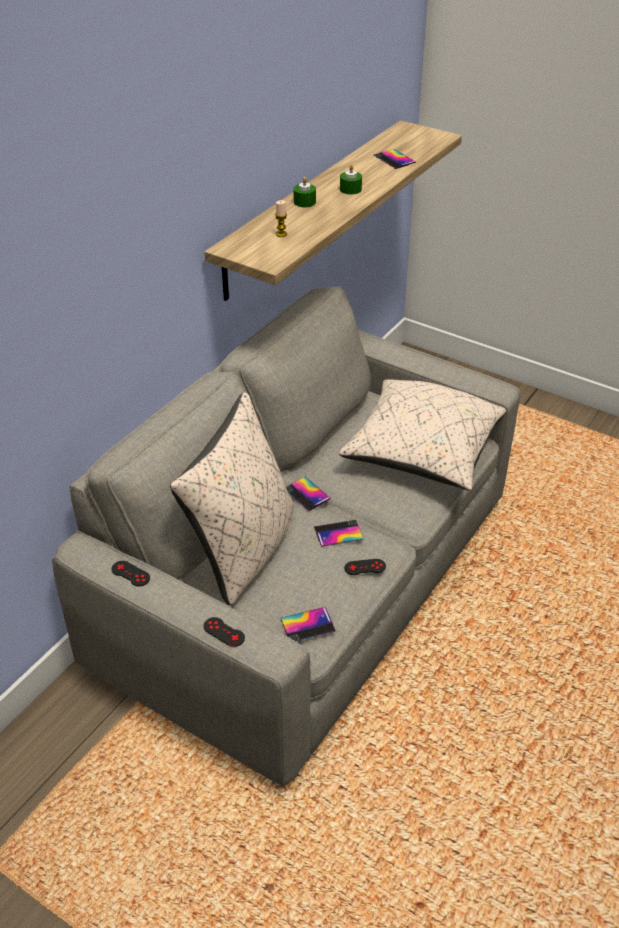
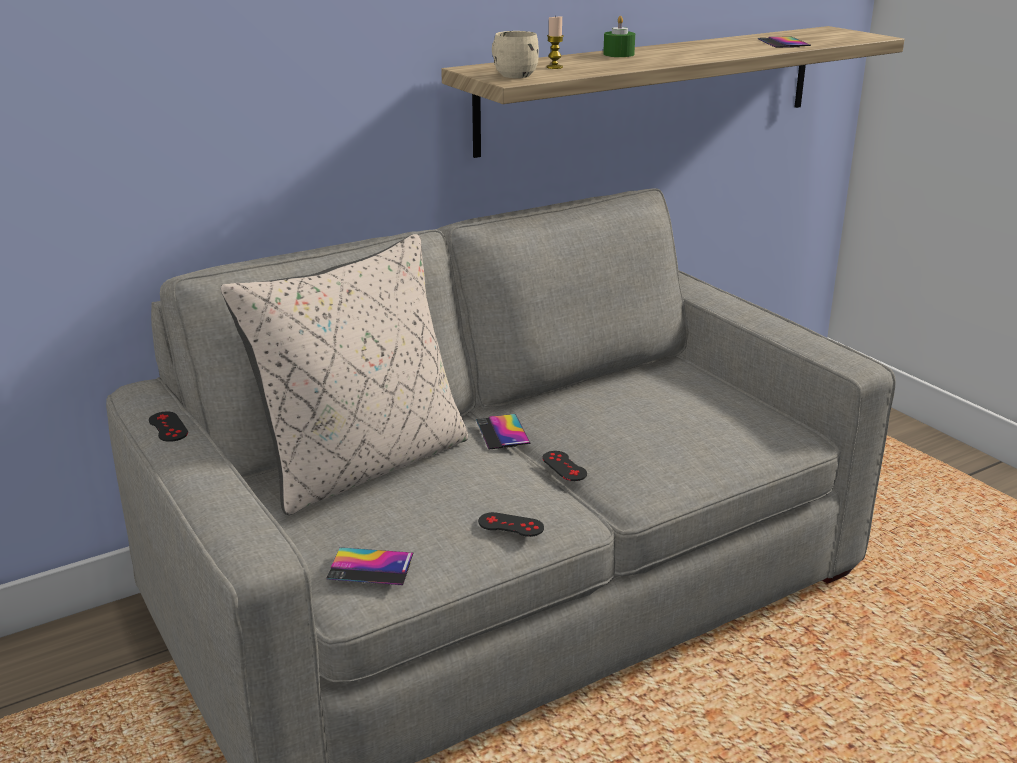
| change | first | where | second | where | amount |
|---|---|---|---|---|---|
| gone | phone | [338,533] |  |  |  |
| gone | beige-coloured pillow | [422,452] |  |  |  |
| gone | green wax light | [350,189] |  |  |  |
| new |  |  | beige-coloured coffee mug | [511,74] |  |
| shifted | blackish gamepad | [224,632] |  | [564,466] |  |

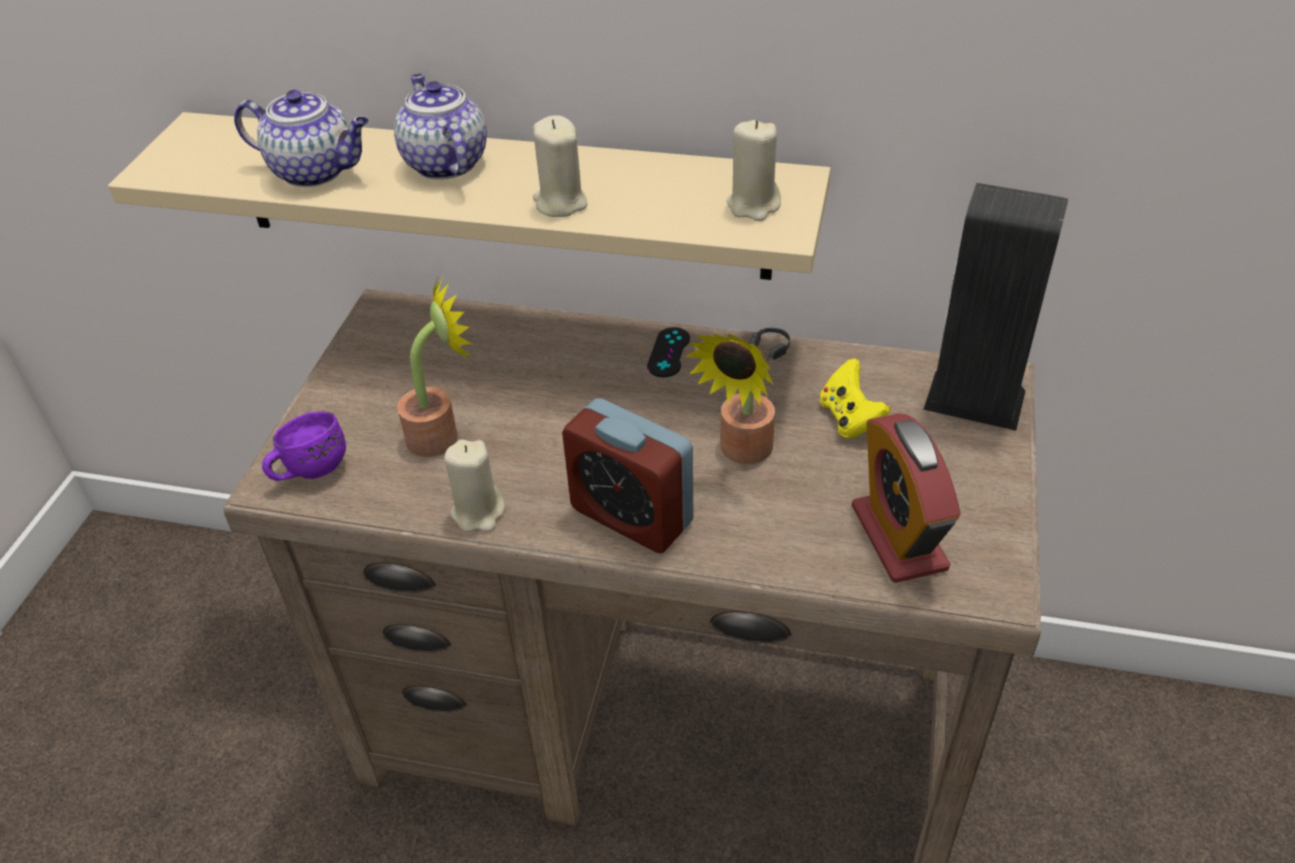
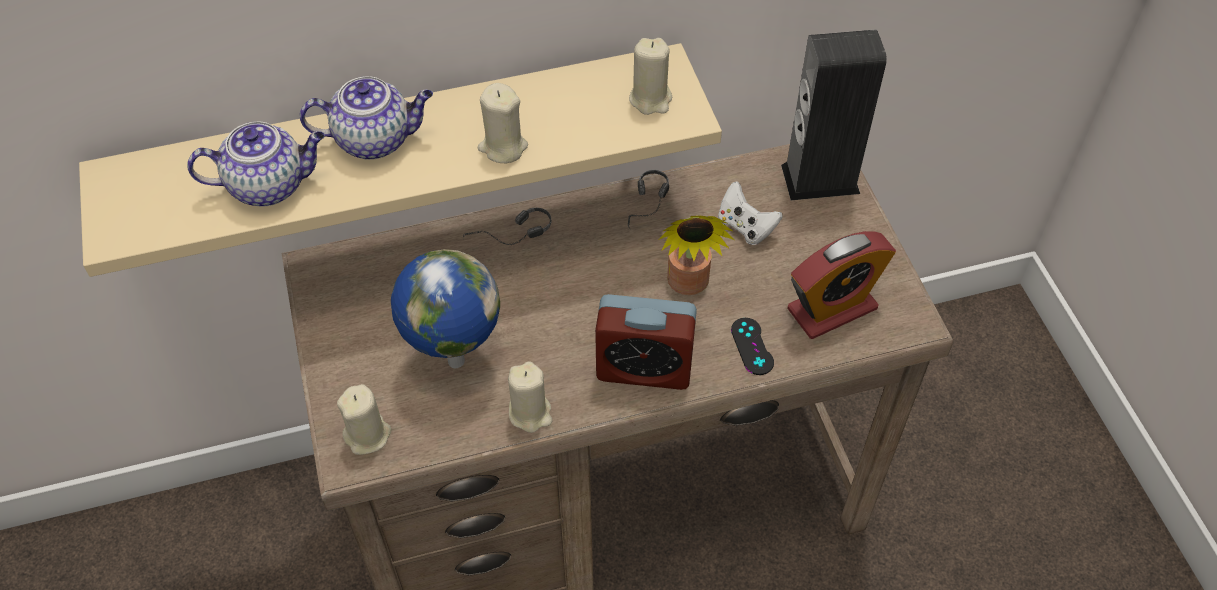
| change | first | where | second | where | amount |
|---|---|---|---|---|---|
| new |  |  | pair of headphones | [510,238] |  |
| shifted | blackish gamepad | [668,352] |  | [752,346] |  |
| swapped | purple-coloured coffee mug | [308,469] | beige-coloured wax light | [368,435] |  |
| swapped | plant in a pot | [442,434] | world globe | [454,361] |  |
| repainted | yellow-coloured gamepad | [849,418] | white-coloured gamepad | [745,227] |  |
| rotated | pot for tea | [444,163] |  | [376,139] | 135 degrees clockwise |
| rotated | table clock | [898,537] |  | [832,309] | 75 degrees counterclockwise |

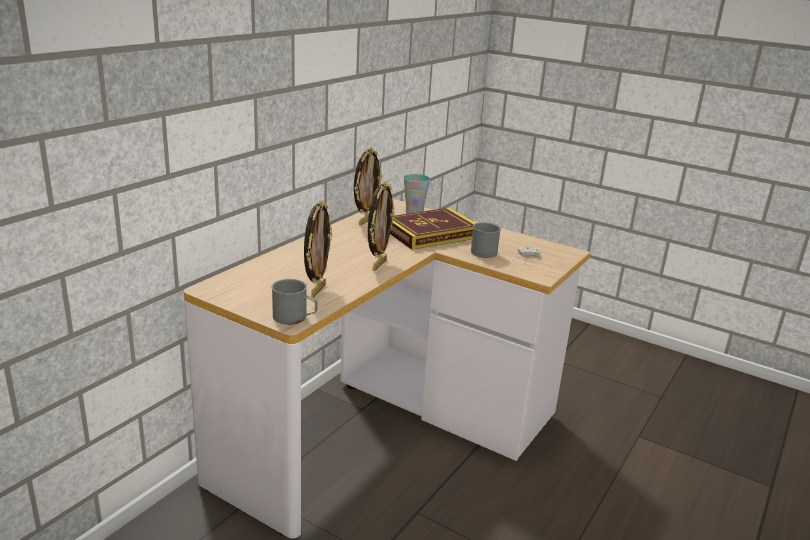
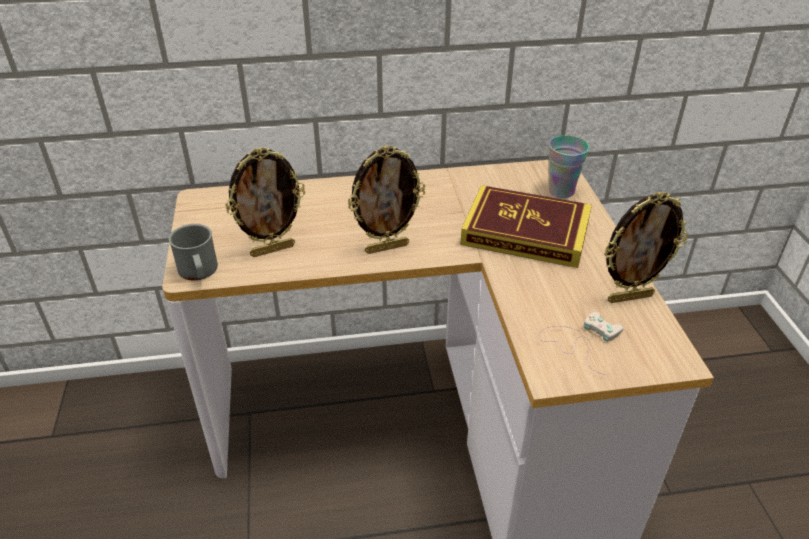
| change | first | where | second | where | amount |
|---|---|---|---|---|---|
| gone | gray coffee mug | [482,250] |  |  |  |
| shifted | photo frame | [365,221] |  | [629,297] |  |

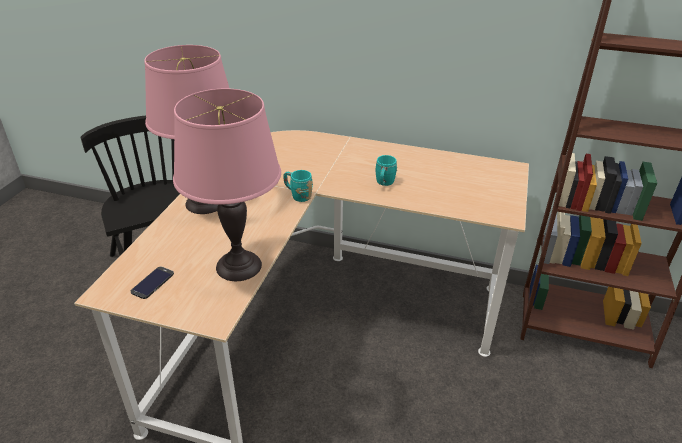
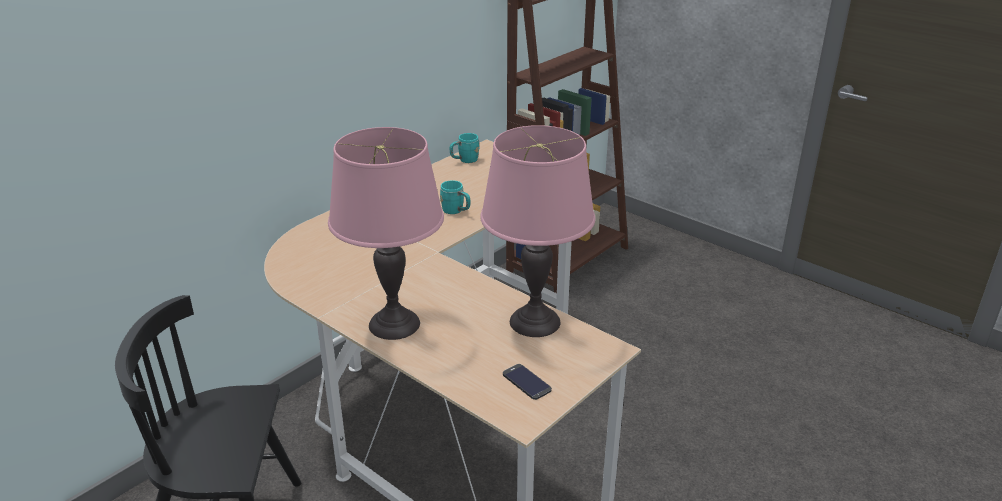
| change | first | where | second | where | amount |
|---|---|---|---|---|---|
| shifted | turquoise-coloured coffee mug | [298,195] |  | [464,160] |  |

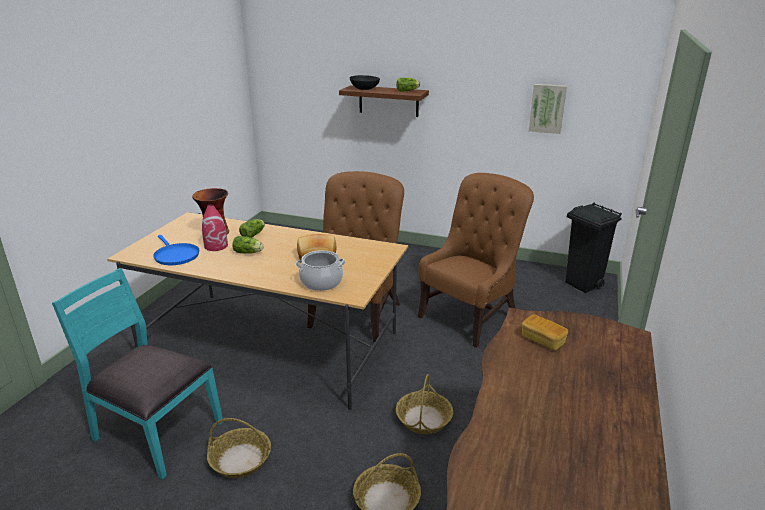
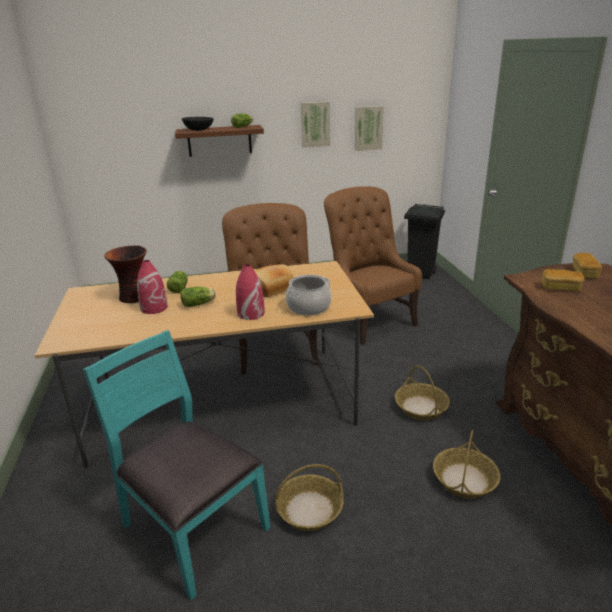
| change | first | where | second | where | amount |
|---|---|---|---|---|---|
| gone | bluish skillet | [175,256] |  |  |  |
| new |  |  | red vase | [250,313] |  |
| new |  |  | picture | [315,124] |  |
| new |  |  | bakery bread | [584,273] |  |
| rotated | turquoise-coloured plain chair | [156,432] |  | [192,527] | 45 degrees clockwise |
| rotated | brownish plain chair | [470,316] |  | [368,320] | 45 degrees counterclockwise |

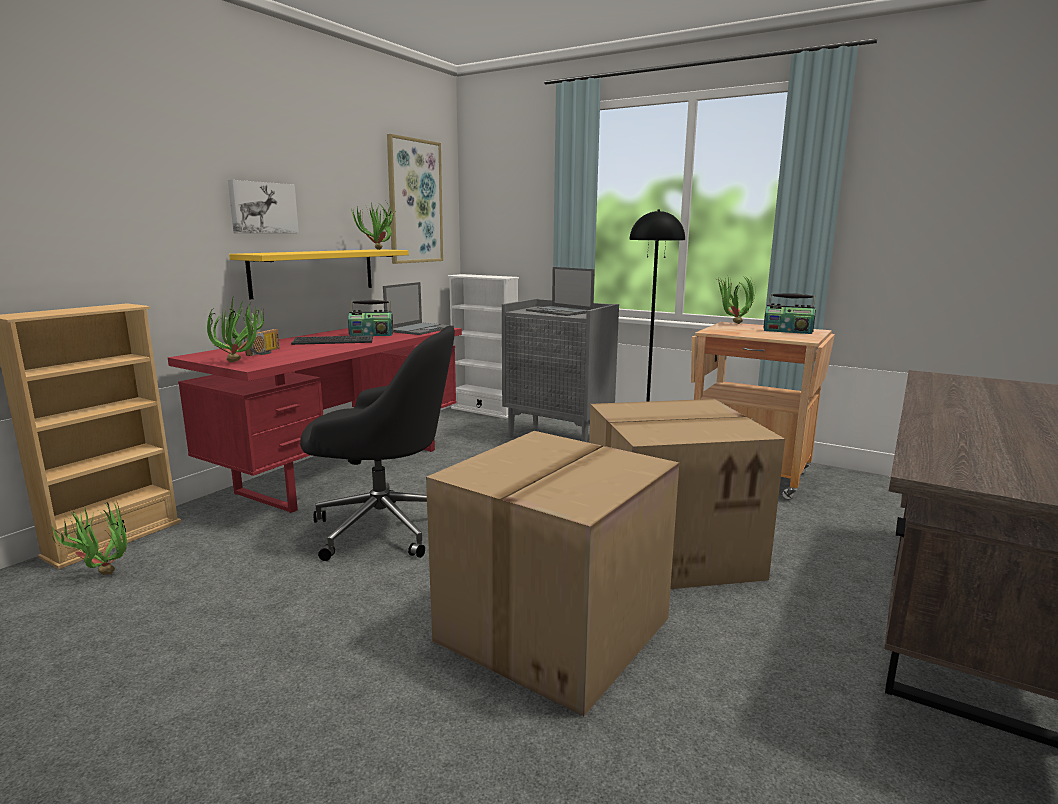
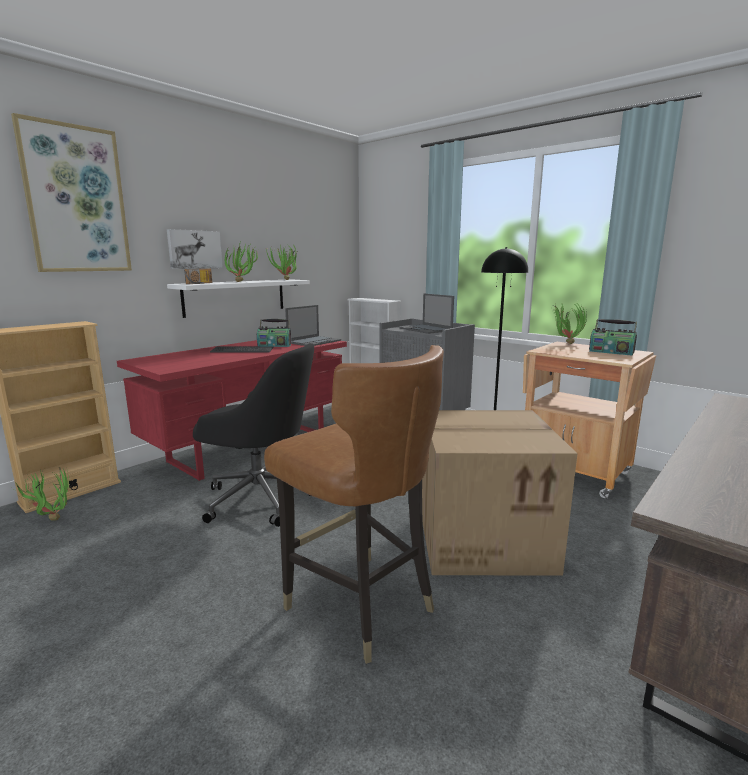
| change | first | where | second | where | amount |
|---|---|---|---|---|---|
| shifted | plant in a pot | [241,362] |  | [243,282] |  |
| shifted | radio | [266,352] |  | [200,283] |  |
| shifted | picture | [414,202] |  | [76,200] |  |
| swapped | carton | [554,631] | brownish plain chair | [359,605] |  |
| repainted | yellow-coloured bracket shelf | [314,272] | white-coloured bracket shelf | [235,297] |  |

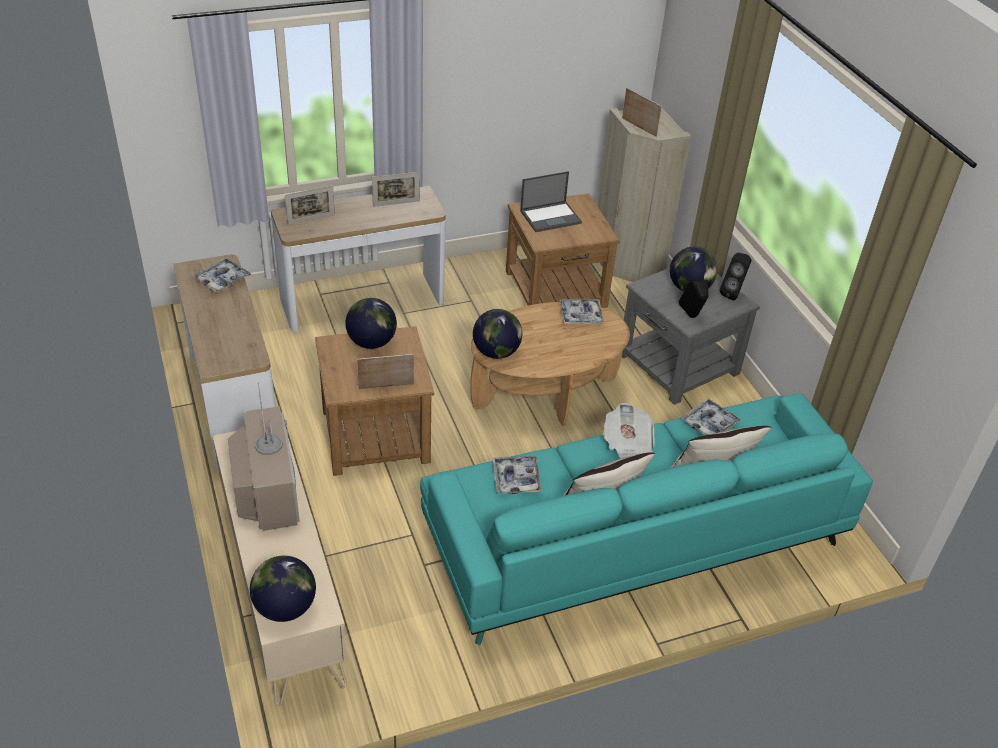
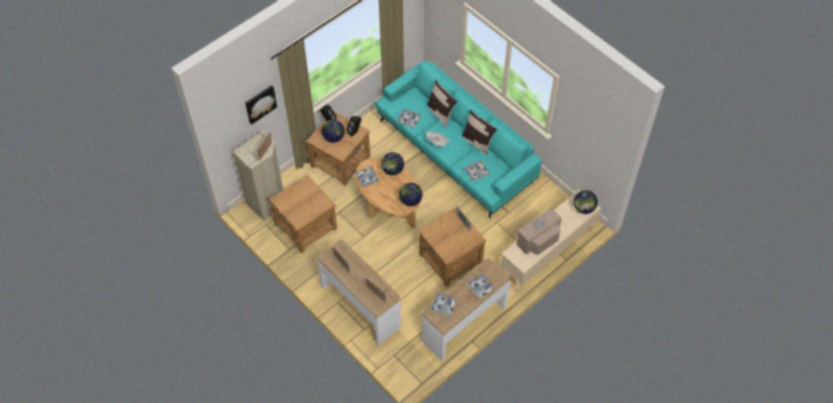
| change | first | where | second | where | amount |
|---|---|---|---|---|---|
| gone | notebook computer | [551,217] |  |  |  |
| new |  |  | picture | [260,104] |  |
| new |  |  | carrying tray | [480,287] |  |
| shifted | world globe | [371,342] |  | [392,170] |  |
| repainted | gray accent table | [678,364] | brownish accent table | [340,161] |  |

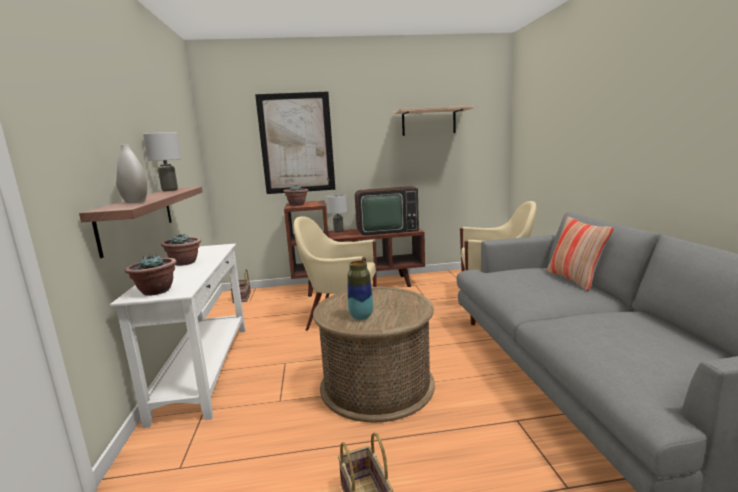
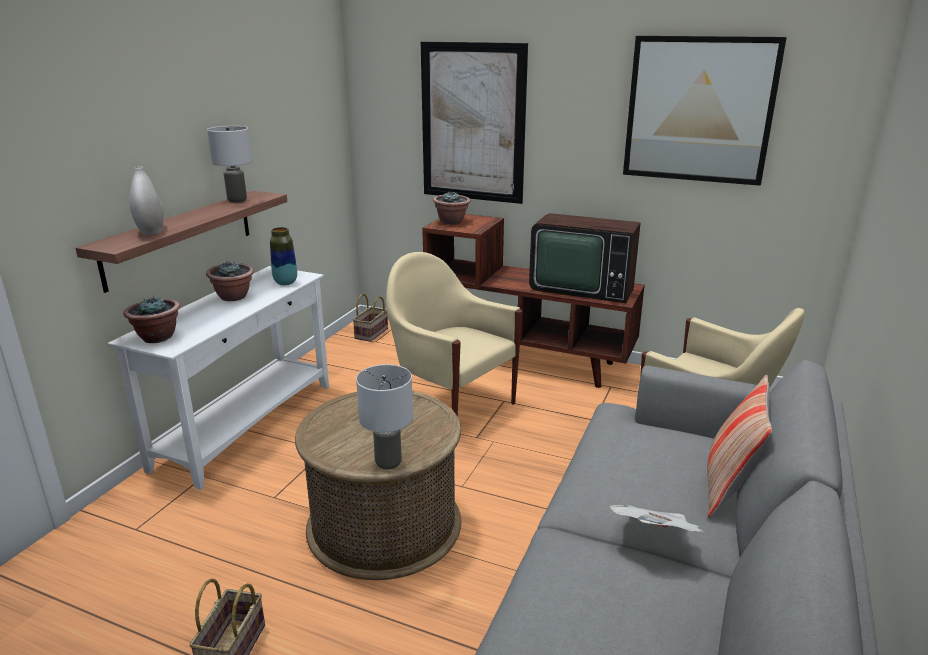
| change | first | where | second | where | amount |
|---|---|---|---|---|---|
| new |  |  | daily paper | [655,537] |  |
| shifted | white-coloured lamp for a table | [338,231] |  | [388,462] |  |
| shifted | vase | [361,316] |  | [285,283] |  |
| swapped | bracket shelf | [428,122] | picture | [699,110] |  |

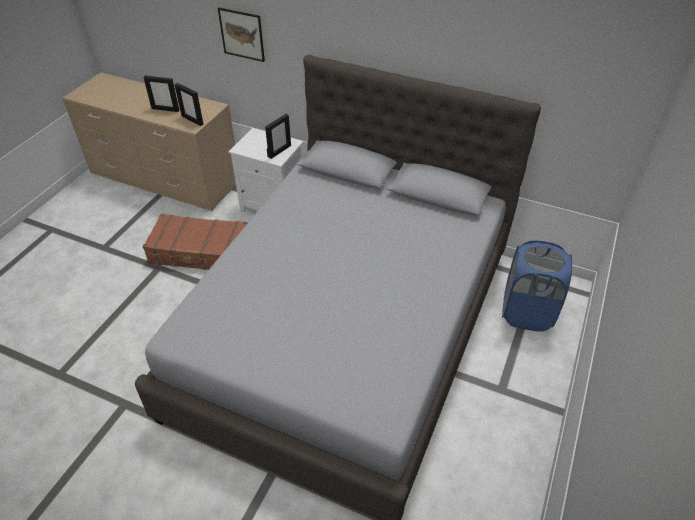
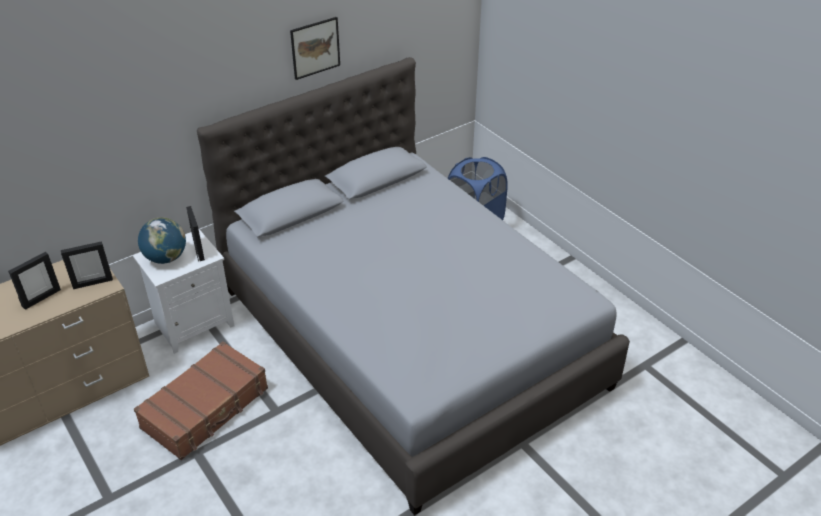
| change | first | where | second | where | amount |
|---|---|---|---|---|---|
| new |  |  | world globe | [166,258] |  |
| shifted | picture | [242,34] |  | [315,48] |  |

